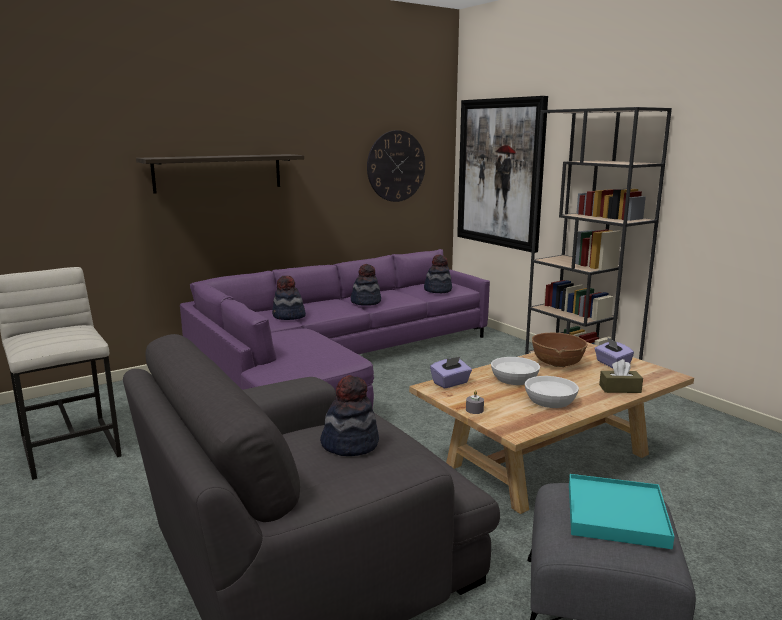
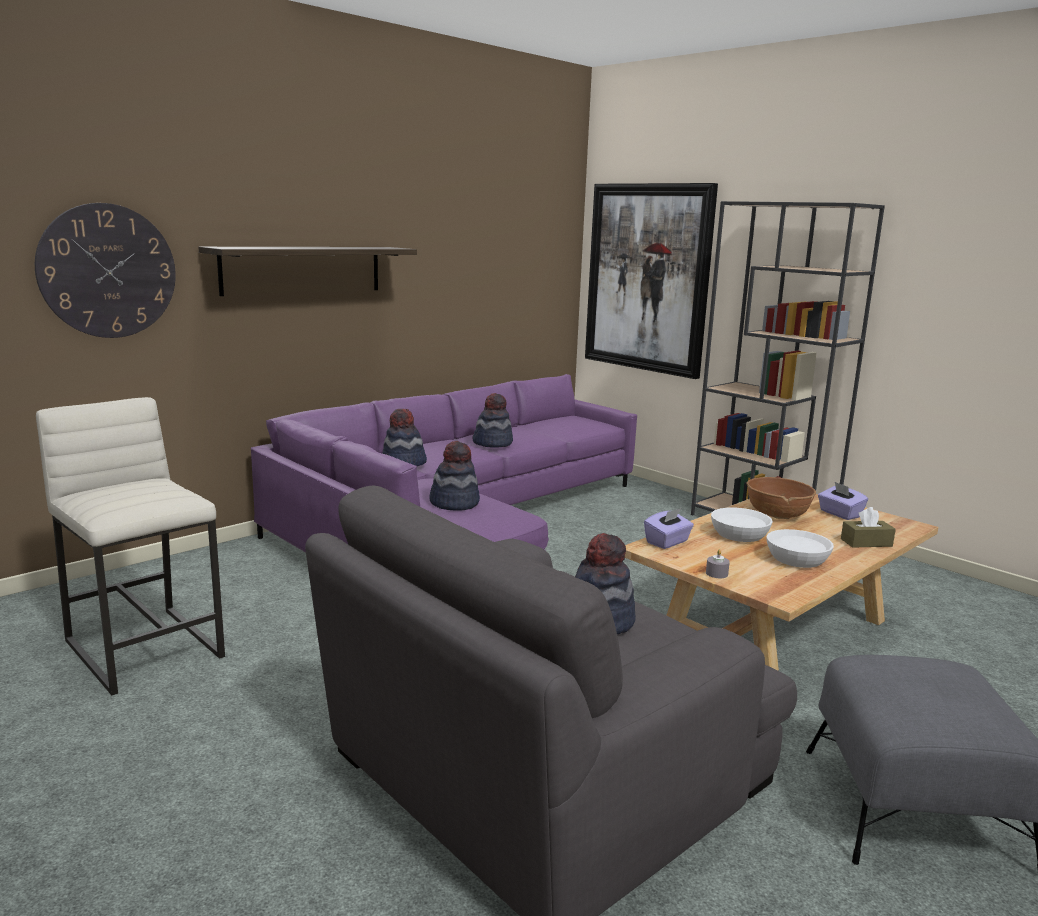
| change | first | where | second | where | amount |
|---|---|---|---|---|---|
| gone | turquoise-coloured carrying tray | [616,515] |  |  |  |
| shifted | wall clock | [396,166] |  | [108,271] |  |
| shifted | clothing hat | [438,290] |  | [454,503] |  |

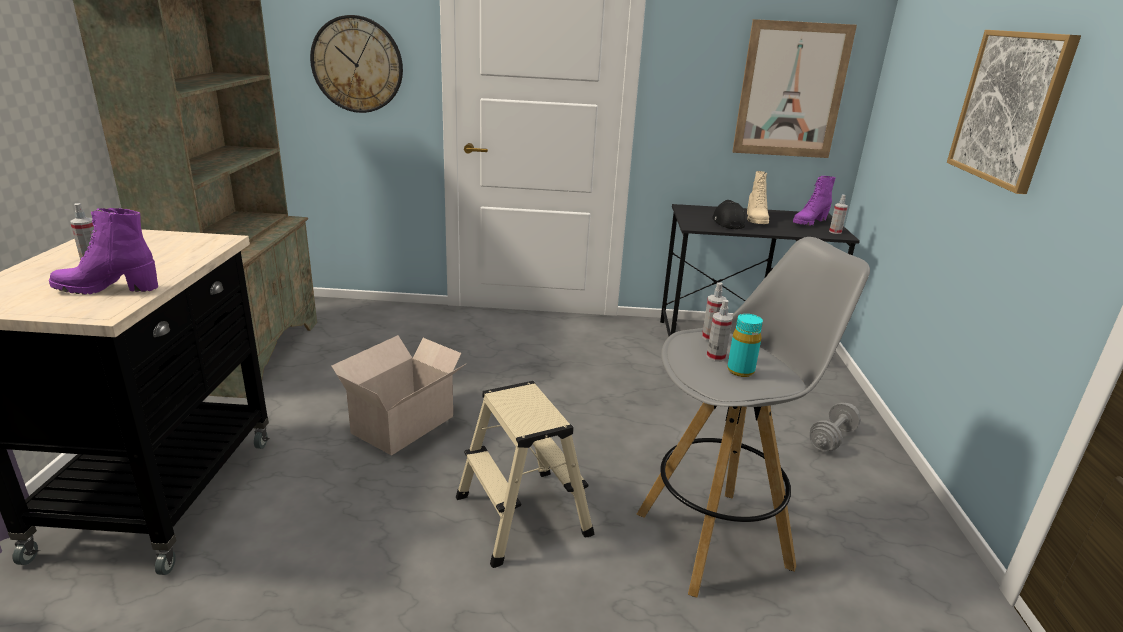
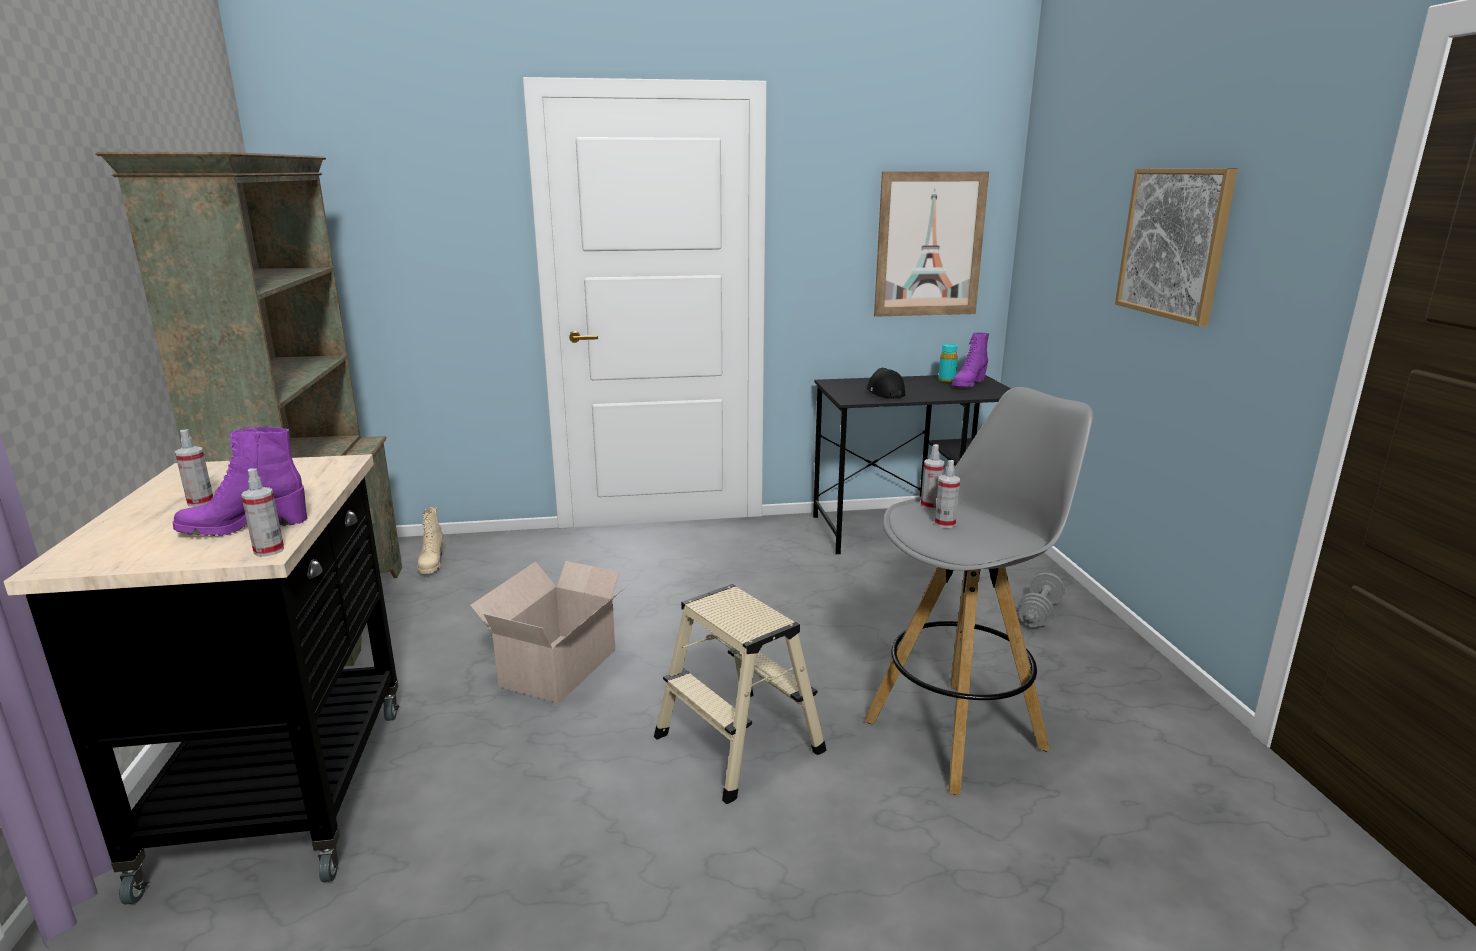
| change | first | where | second | where | amount |
|---|---|---|---|---|---|
| gone | wall clock | [357,64] |  |  |  |
| shifted | turquoise-coloured bottle | [740,371] |  | [946,380] |  |
| shifted | beige-coloured boot | [755,220] |  | [431,564] |  |
| shifted | sprayer | [835,232] |  | [269,550] |  |

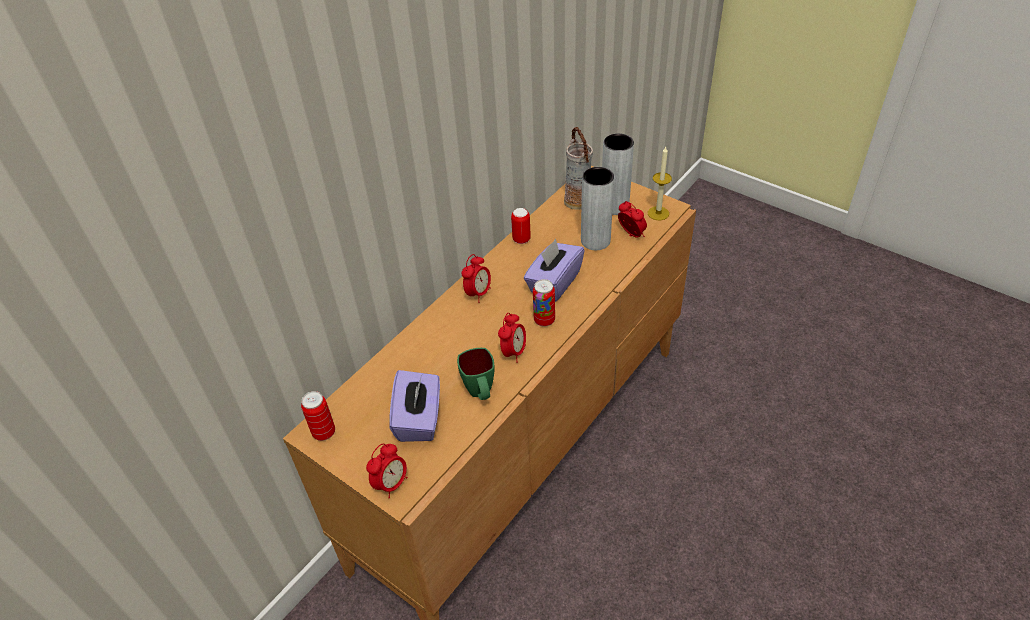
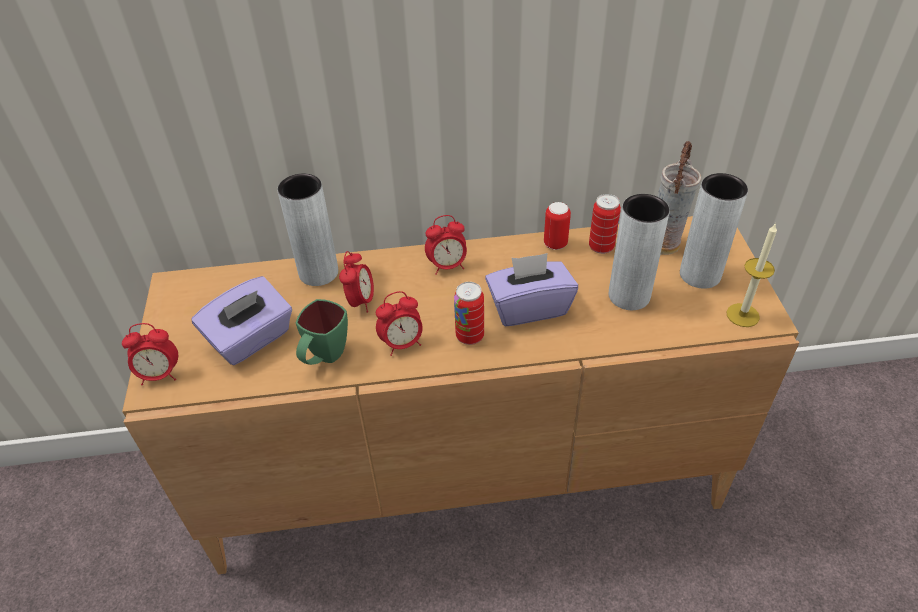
| change | first | where | second | where | amount |
|---|---|---|---|---|---|
| new |  |  | gray vase | [318,272] |  |
| shifted | sealed can | [324,432] |  | [601,247] |  |
| shifted | table clock | [631,235] |  | [361,301] |  |

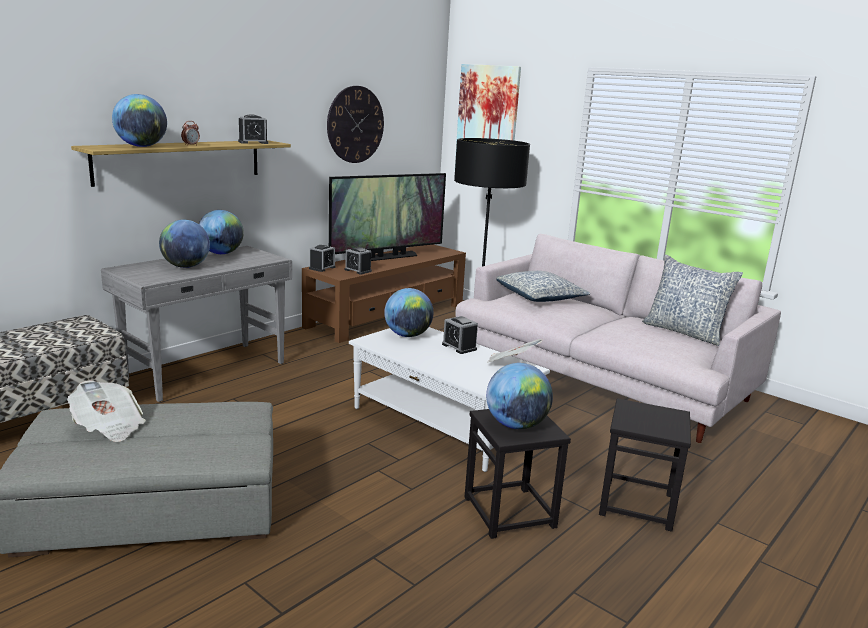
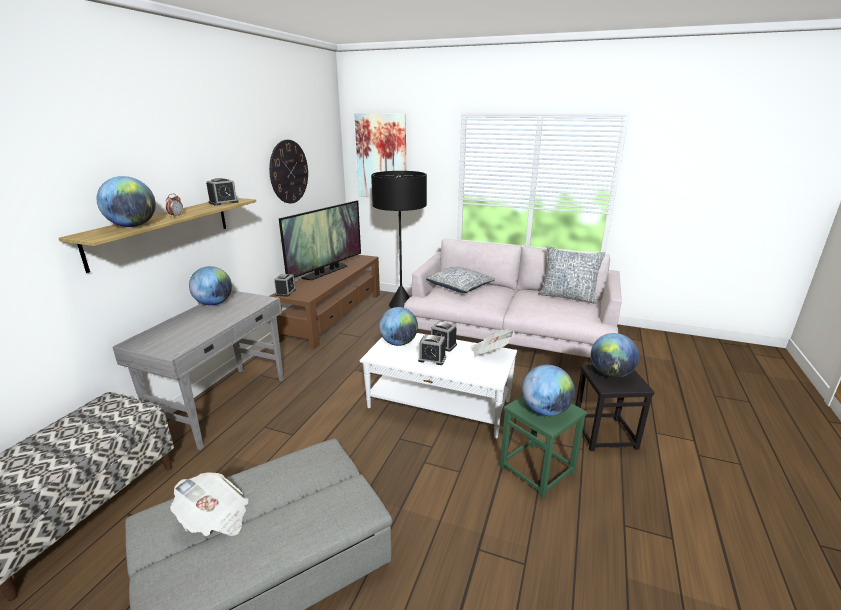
| change | first | where | second | where | amount |
|---|---|---|---|---|---|
| shifted | world globe | [186,266] |  | [610,374] |  |
| shifted | table clock | [358,270] |  | [432,359] |  |
| repainted | blackish stool seat | [510,512] | green stool seat | [537,469] |  |

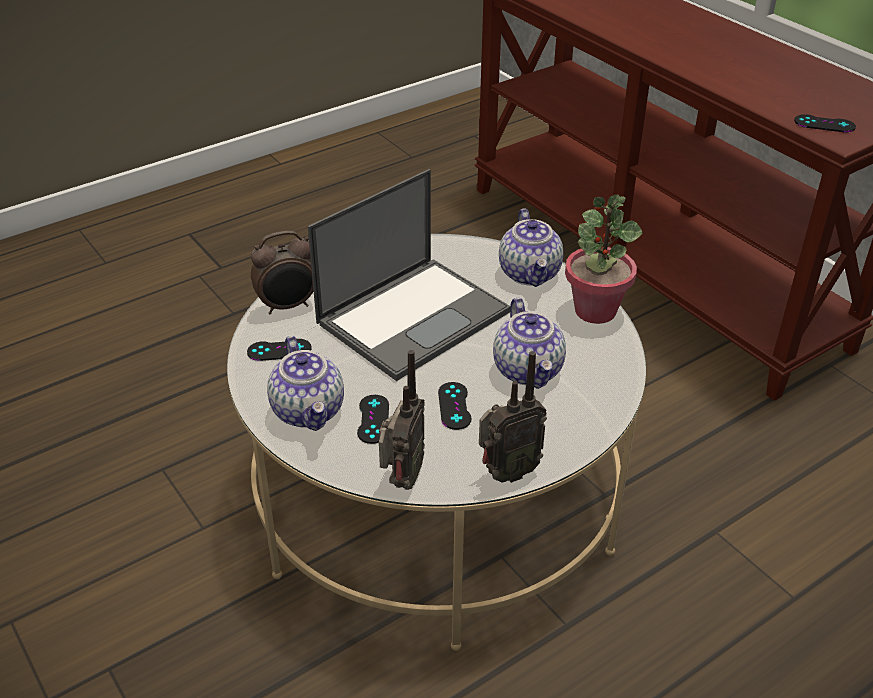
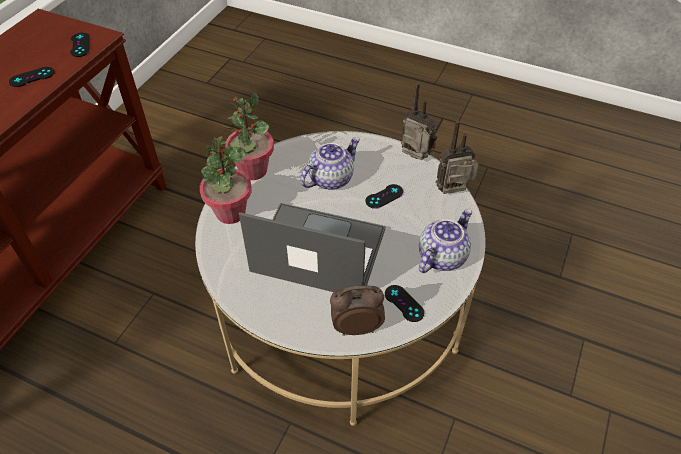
| change | first | where | second | where | amount |
|---|---|---|---|---|---|
| shifted | blackish gamepad | [373,419] |  | [32,77] |  |
| swapped | pot for tea | [530,274] | plant in a pot | [230,212] |  |
| rotated | table clock | [288,306] |  | [356,327] | 45 degrees counterclockwise |

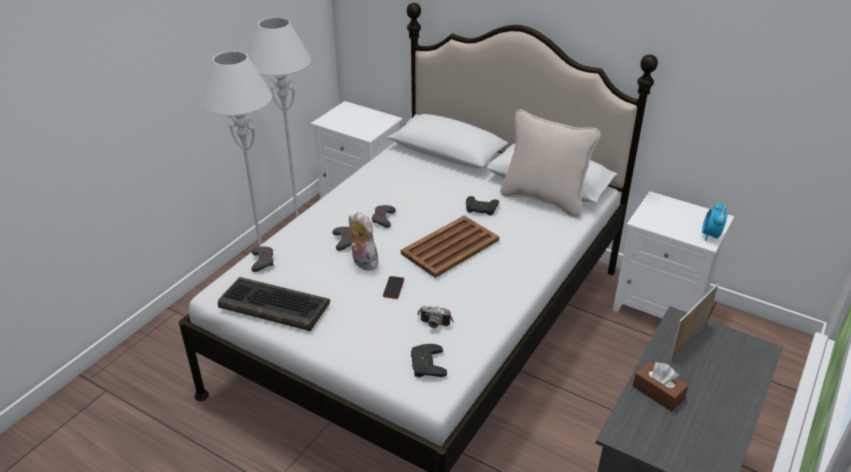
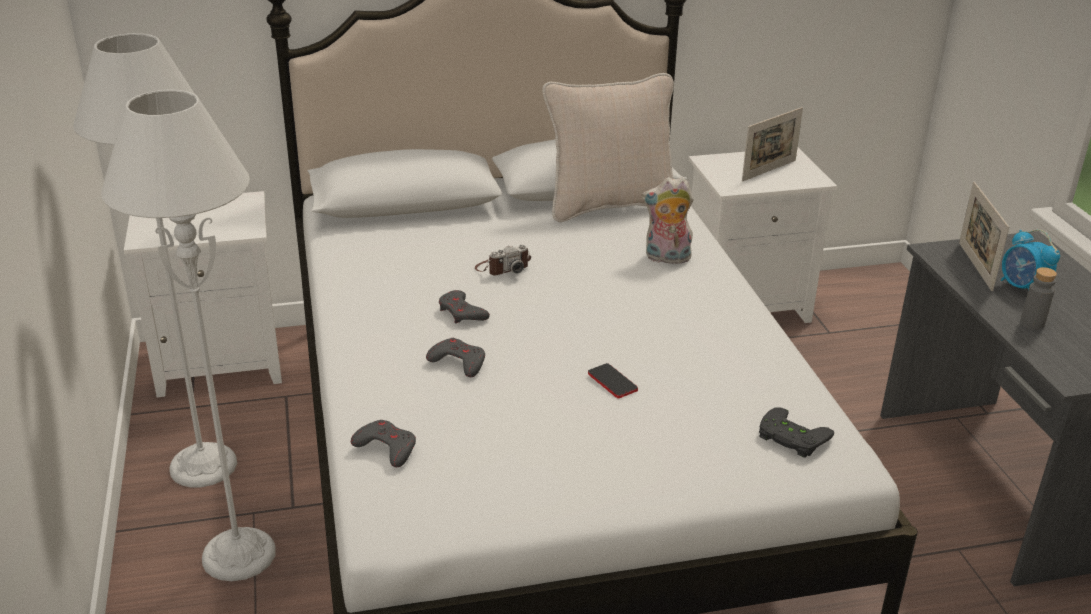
| change | first | where | second | where | amount |
|---|---|---|---|---|---|
| gone | keyboard | [273,305] |  |  |  |
| gone | brownish carrying tray | [449,247] |  |  |  |
| gone | blackish gamepad | [480,209] |  |  |  |
| new |  |  | photo frame | [769,170] |  |
| shifted | soft toy | [362,262] |  | [666,258] |  |
| shifted | still camera | [436,318] |  | [503,267] |  |
| shifted | table clock | [710,235] |  | [1022,288] |  |
| swapped | brownish tissue holder | [658,392] | gray bottle | [1032,323] |  |

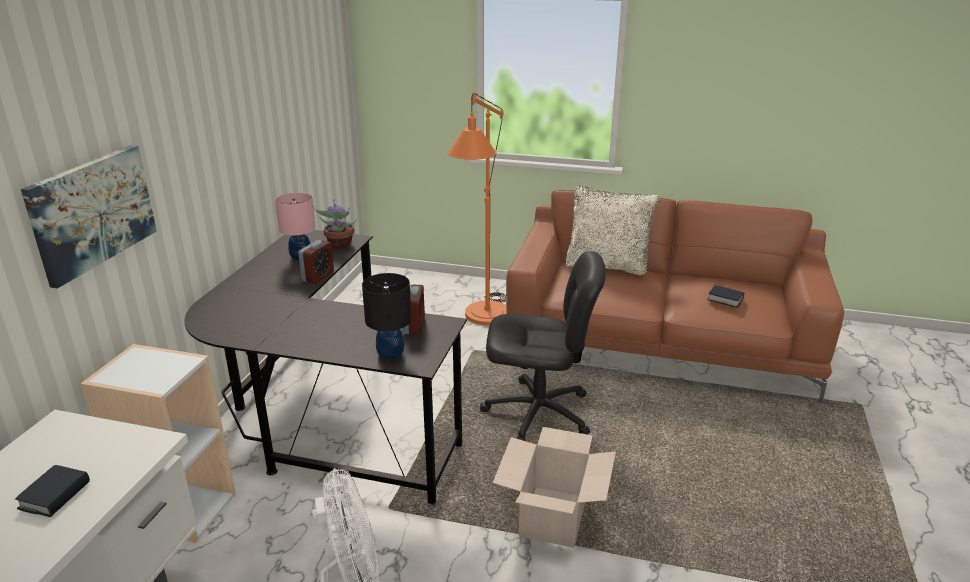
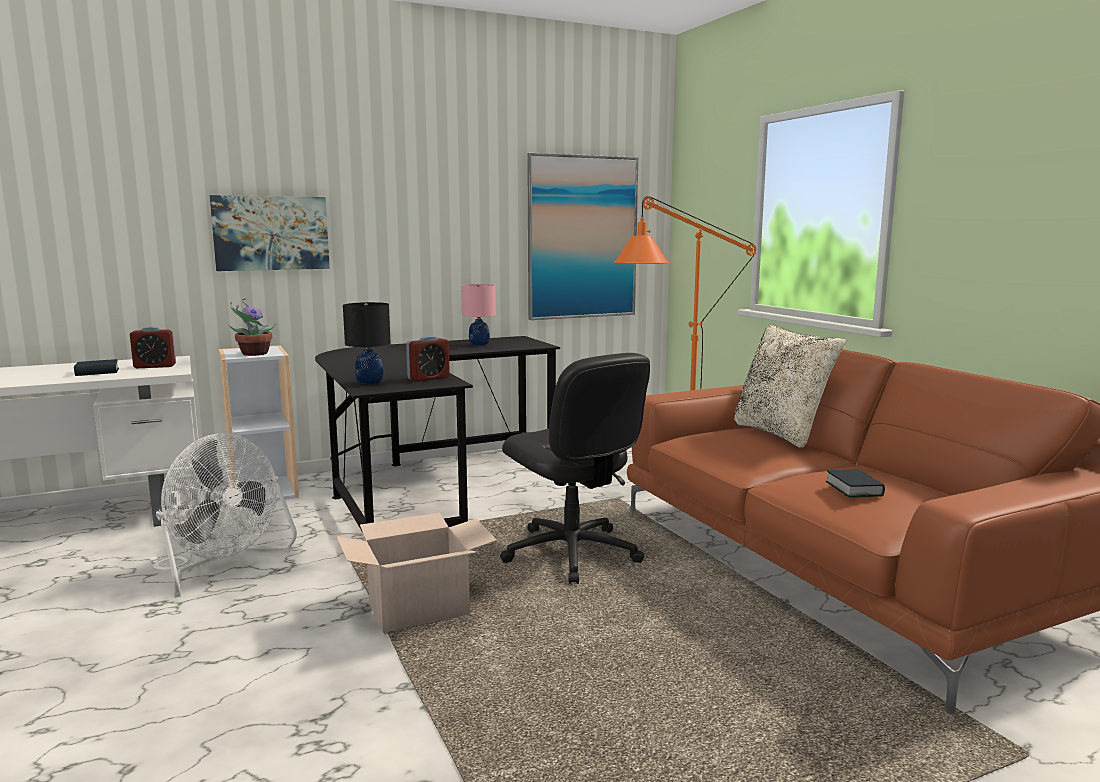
| change | first | where | second | where | amount |
|---|---|---|---|---|---|
| new |  |  | picture | [582,237] |  |
| shifted | table clock | [318,276] |  | [155,366] |  |
| shifted | plant in a pot | [339,245] |  | [253,354] |  |

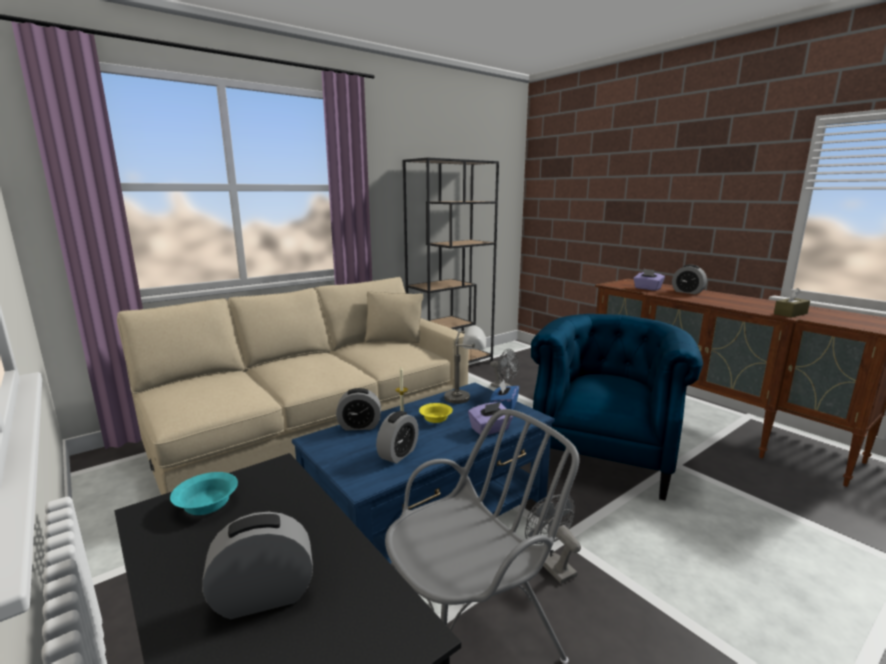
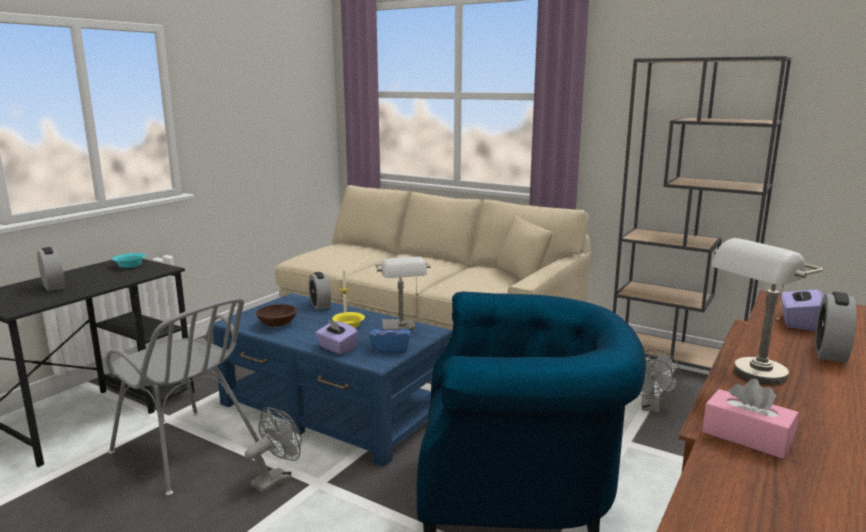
| change | first | where | second | where | amount |
|---|---|---|---|---|---|
| new |  |  | gray lamp for a table | [750,378] |  |
| swapped | table clock | [398,454] | brownish serving bowl | [278,324] |  |
| repainted | brownish tissue holder | [790,314] | pink tissue holder | [747,436] |  |

